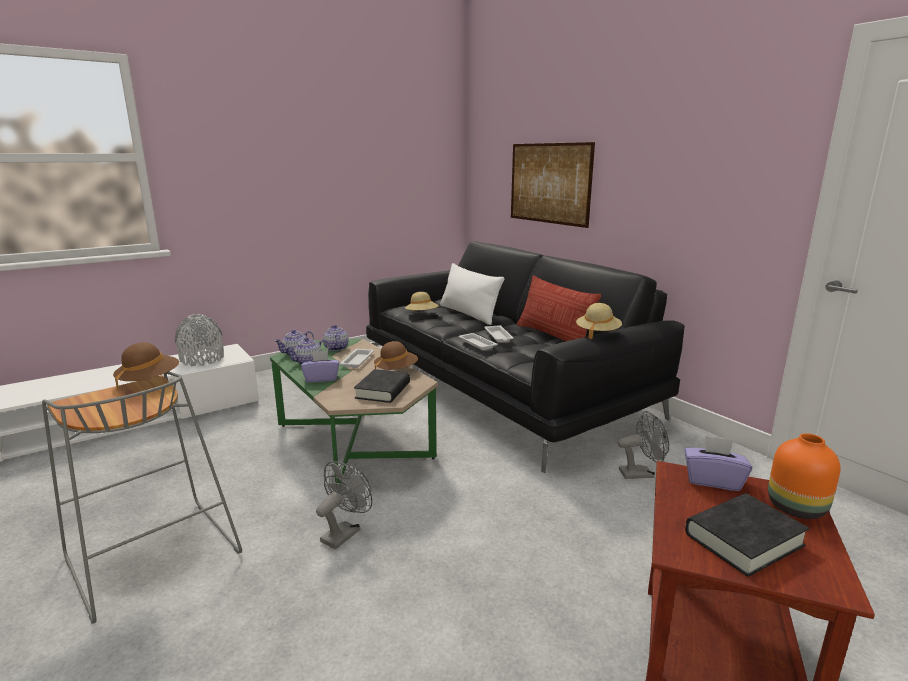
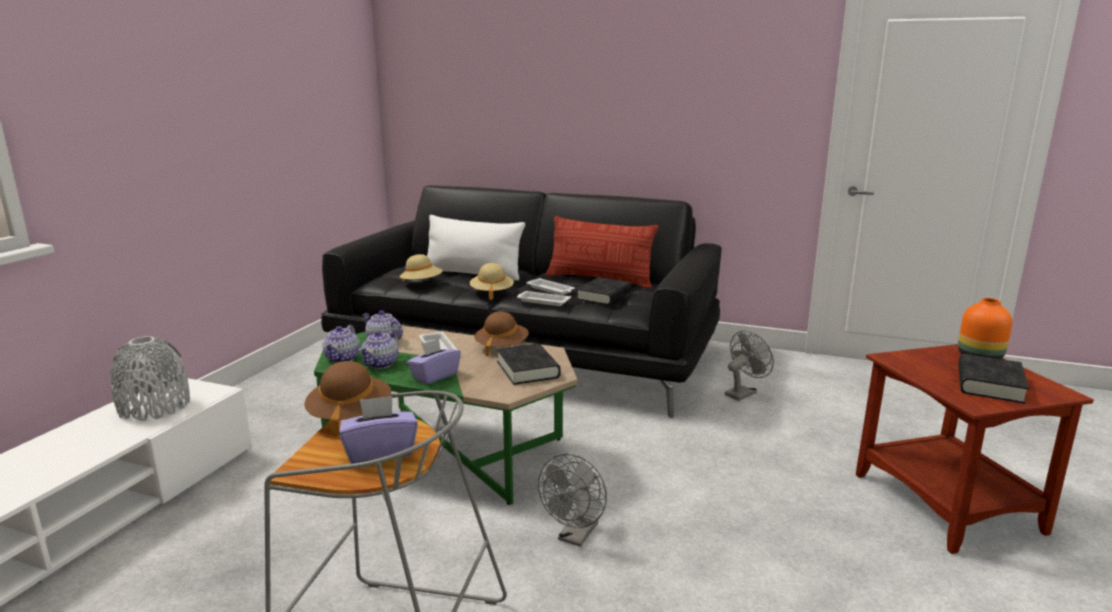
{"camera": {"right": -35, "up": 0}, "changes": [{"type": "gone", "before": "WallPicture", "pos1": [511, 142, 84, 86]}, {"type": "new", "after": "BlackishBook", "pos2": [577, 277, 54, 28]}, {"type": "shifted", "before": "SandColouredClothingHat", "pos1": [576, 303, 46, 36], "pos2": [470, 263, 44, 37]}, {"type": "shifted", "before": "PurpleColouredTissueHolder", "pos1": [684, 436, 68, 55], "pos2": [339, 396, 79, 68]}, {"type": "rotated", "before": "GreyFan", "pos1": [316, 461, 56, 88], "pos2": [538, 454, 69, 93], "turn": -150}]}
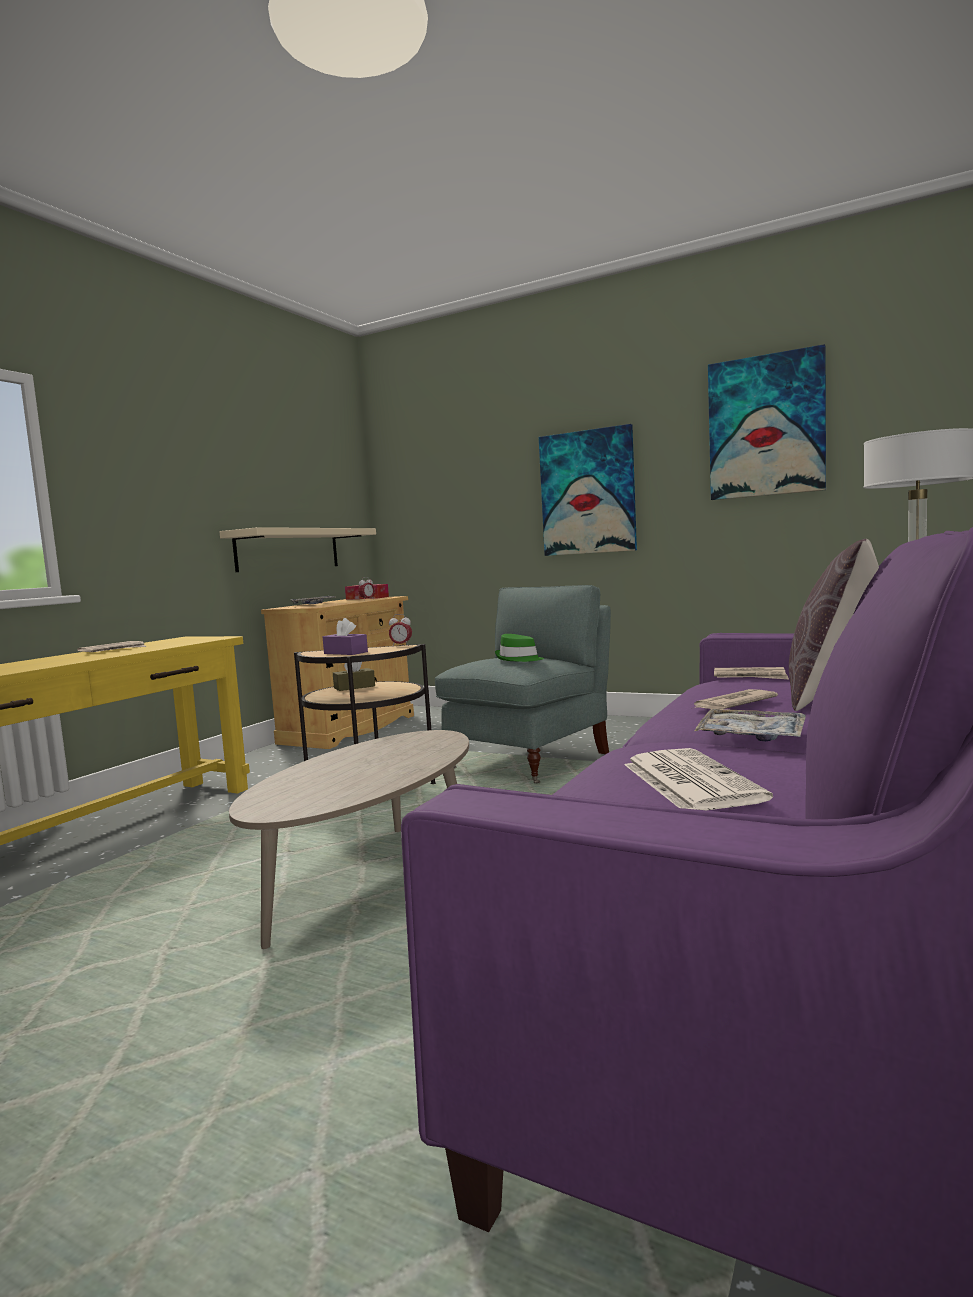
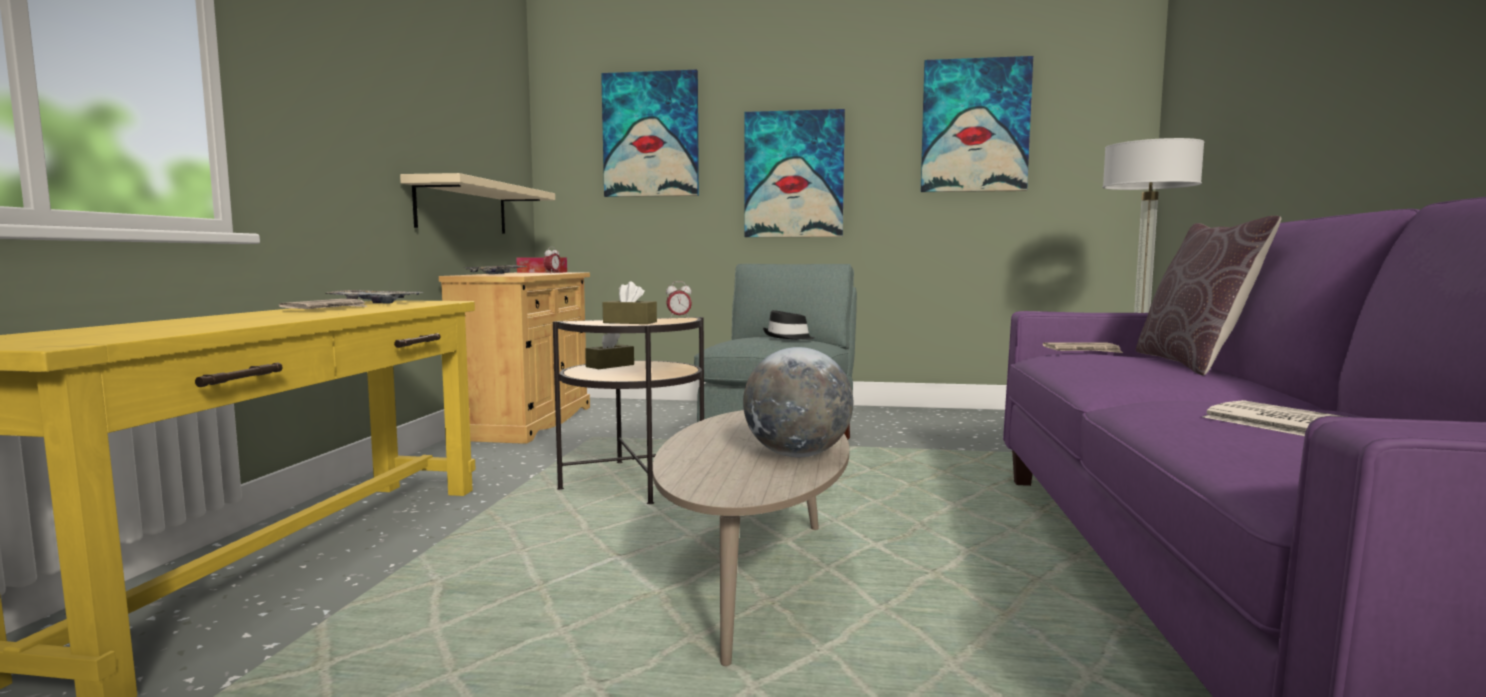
{"camera": {"right": -20, "up": 0}, "changes": [{"type": "gone", "before": "DailyPaper", "pos1": [691, 689, 87, 20]}, {"type": "new", "after": "WallPicture", "pos2": [601, 70, 98, 127]}, {"type": "new", "after": "DeskGlobe", "pos2": [743, 347, 110, 110]}, {"type": "shifted", "before": "CarryingTray", "pos1": [694, 709, 112, 32], "pos2": [322, 290, 102, 14]}, {"type": "repainted", "before": "PurpleColouredTissueHolder", "after": "BrownColouredTissueHolder", "pos1": [323, 618, 45, 37], "pos2": [603, 281, 54, 43]}, {"type": "repainted", "before": "GreenishClothingHat", "after": "BlackishClothingHat", "pos1": [495, 634, 49, 28], "pos2": [763, 310, 52, 30]}]}
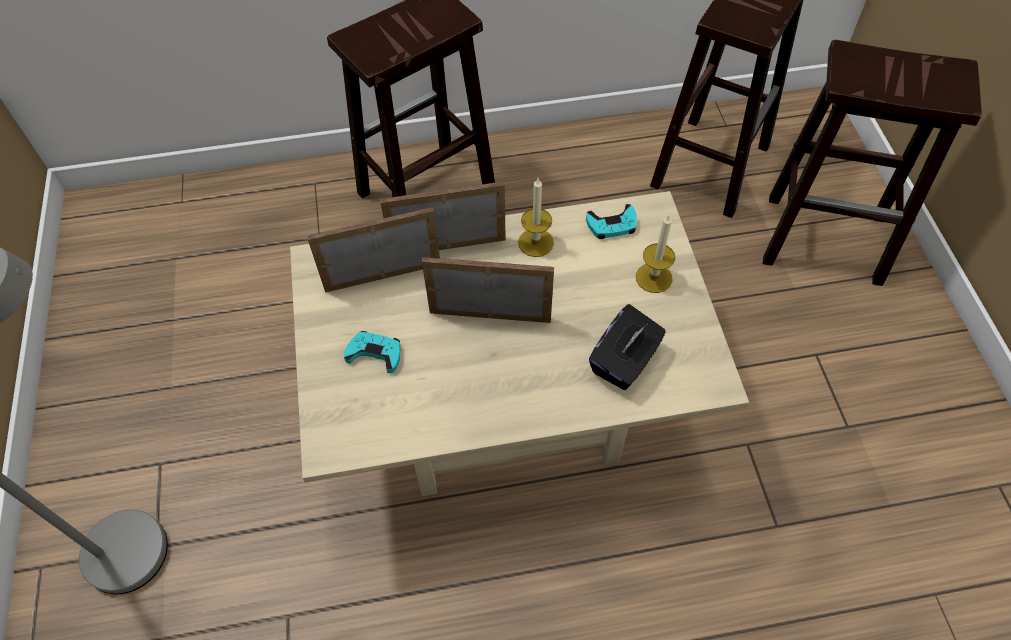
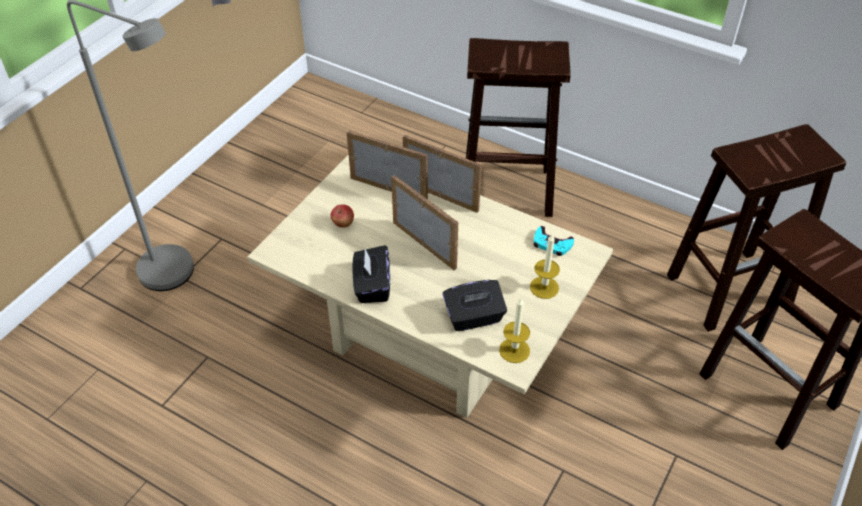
{"camera": {"right": 40, "up": -10}, "changes": [{"type": "new", "after": "BlackishTissueHolder", "pos2": [352, 245, 38, 58]}, {"type": "shifted", "before": "WaxCandle", "pos1": [518, 178, 36, 79], "pos2": [499, 297, 31, 66]}, {"type": "swapped", "before": "TurquoiseColouredGameController", "after": "Apple", "pos1": [344, 331, 56, 42], "pos2": [331, 204, 23, 23]}]}
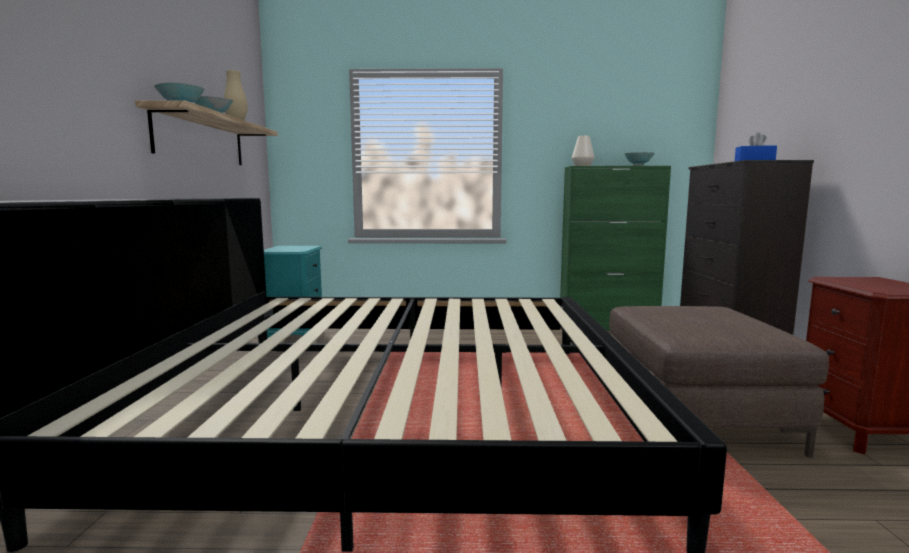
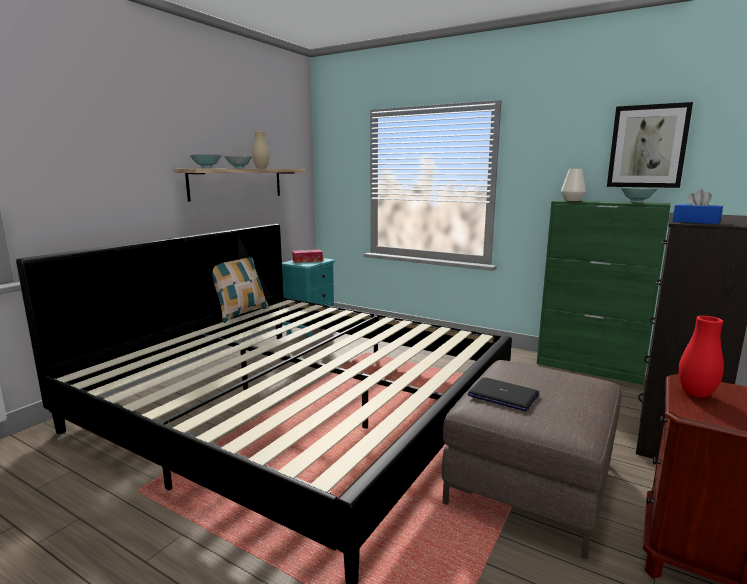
{"camera": {"right": 30, "up": 5}, "changes": [{"type": "new", "after": "Cushion", "pos2": [212, 257, 57, 66]}, {"type": "new", "after": "TissueHolder", "pos2": [292, 250, 31, 13]}, {"type": "new", "after": "Laptop", "pos2": [468, 377, 71, 35]}, {"type": "new", "after": "WallPicture", "pos2": [607, 102, 86, 86]}, {"type": "new", "after": "RedColouredVase", "pos2": [678, 316, 46, 82]}]}
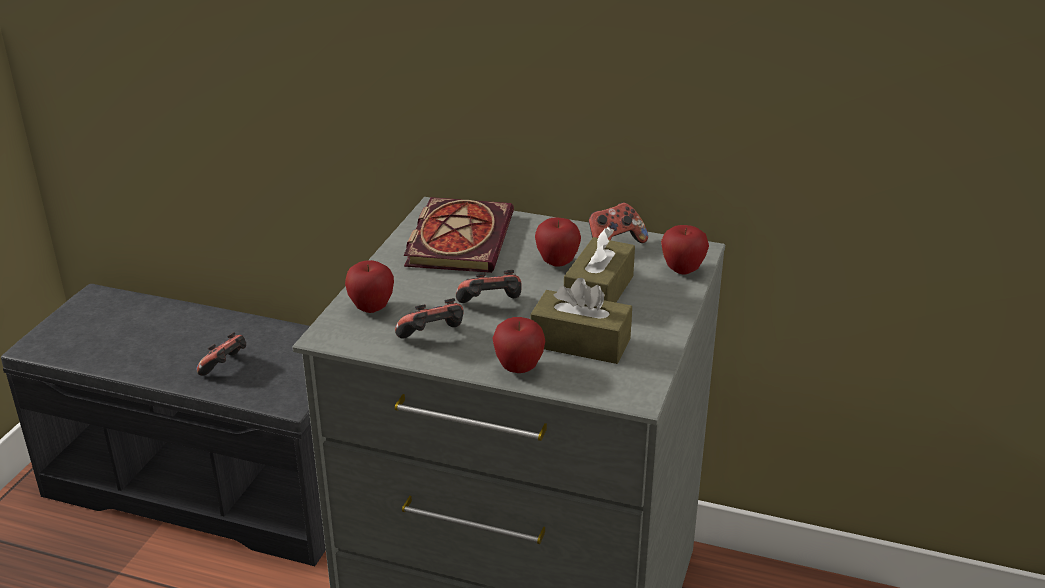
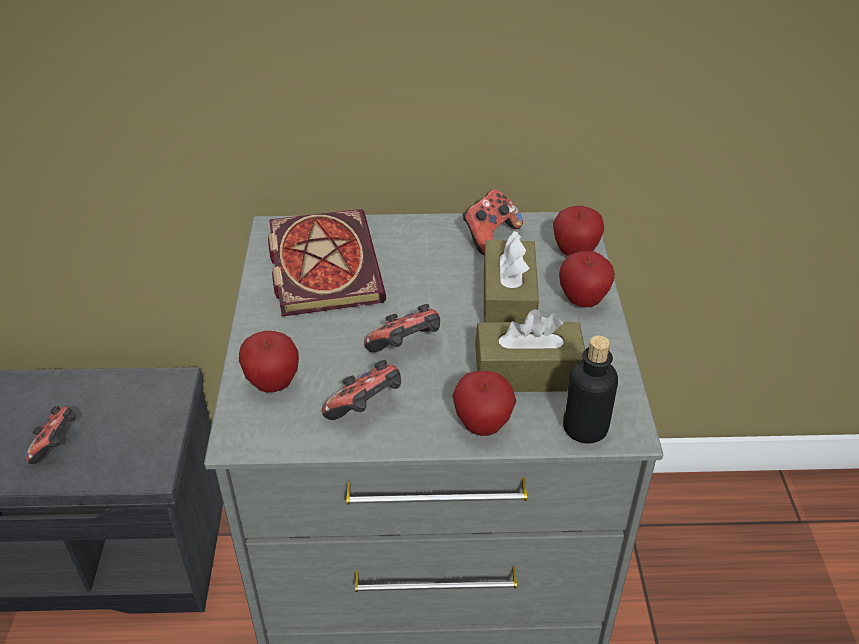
{"camera": {"right": -20, "up": 10}, "changes": [{"type": "new", "after": "Bottle", "pos2": [563, 335, 55, 109]}, {"type": "shifted", "before": "Apple", "pos1": [535, 217, 46, 50], "pos2": [559, 251, 56, 56]}]}
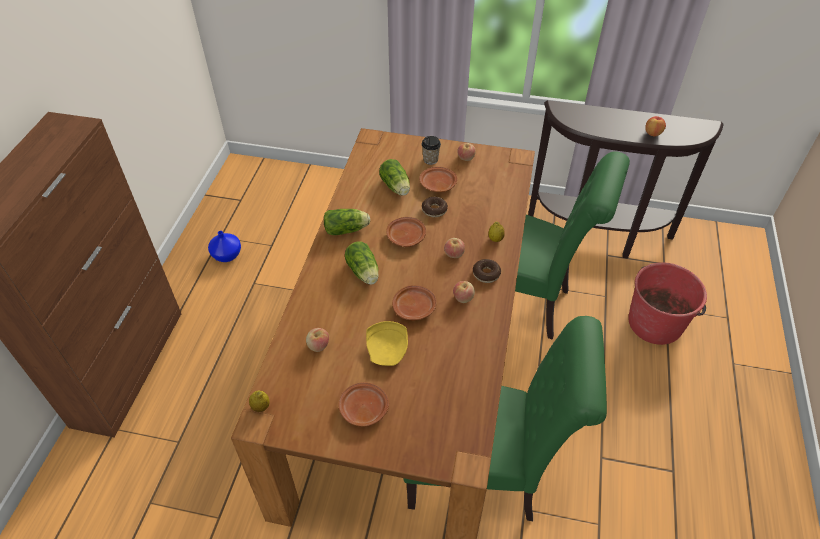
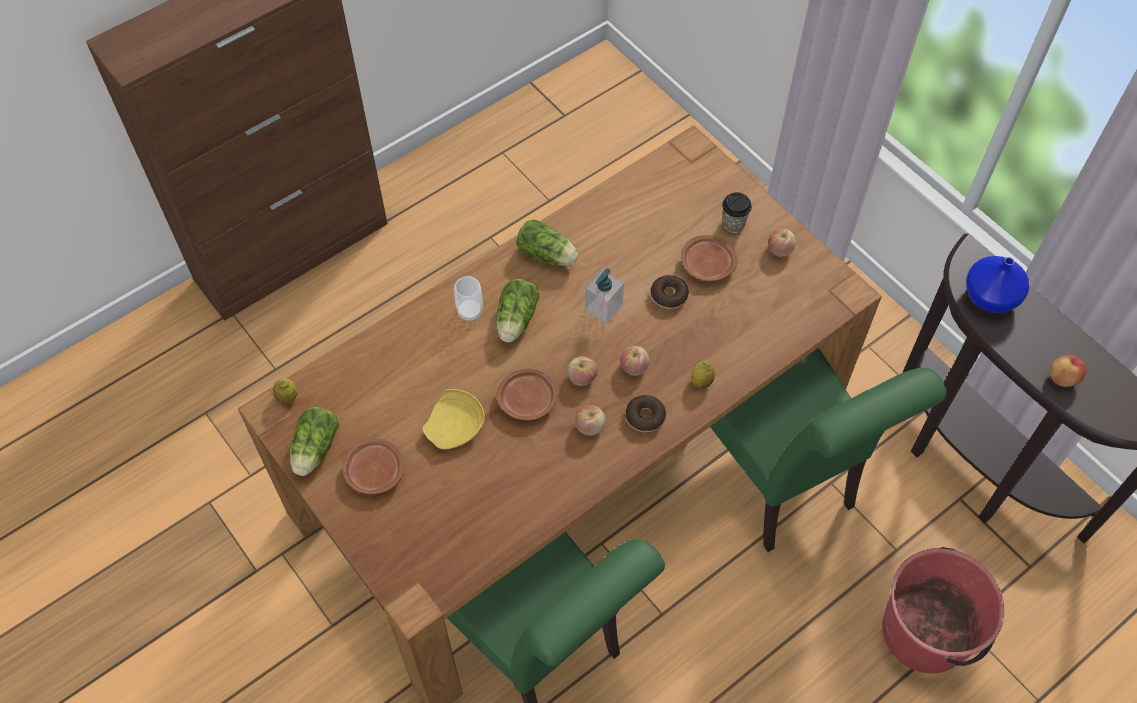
{"camera": {"right": 40, "up": 10}, "changes": [{"type": "new", "after": "DrinkingCup", "pos2": [454, 276, 29, 45]}, {"type": "shifted", "before": "BluishVase", "pos1": [208, 231, 33, 31], "pos2": [966, 256, 63, 57]}, {"type": "shifted", "before": "Apple", "pos1": [306, 328, 23, 24], "pos2": [568, 356, 30, 30]}, {"type": "shifted", "before": "LettuceHead", "pos1": [379, 159, 31, 37], "pos2": [290, 407, 49, 69]}, {"type": "swapped", "before": "BrownColouredDinnerPlate", "after": "SoapDispenser", "pos1": [386, 217, 40, 30], "pos2": [585, 268, 39, 56]}]}
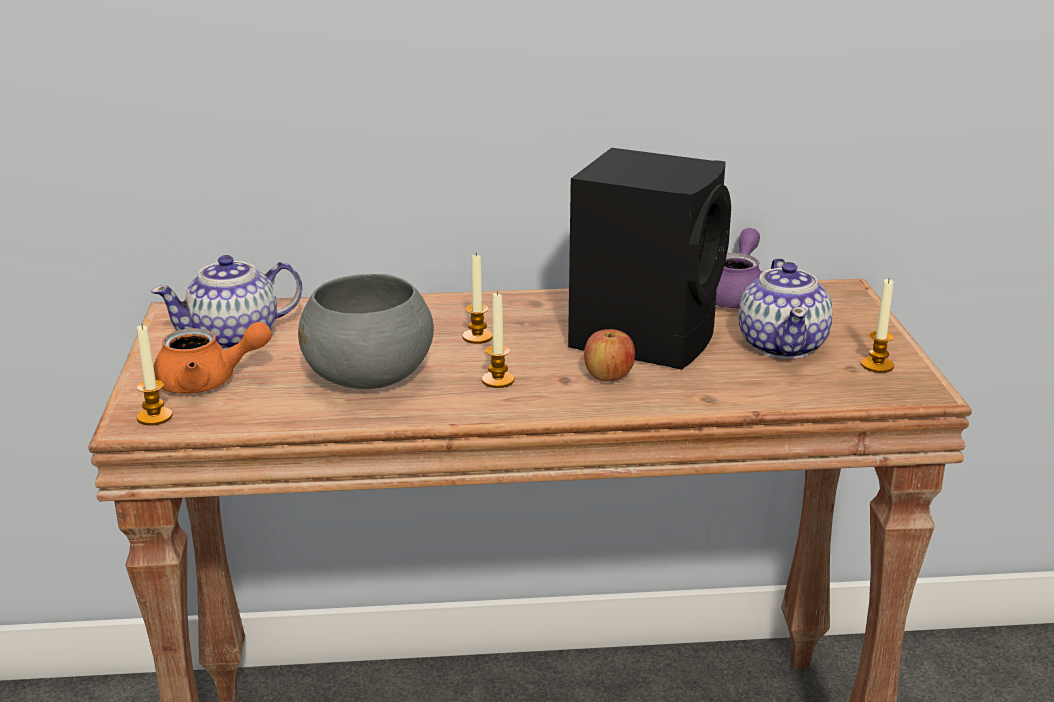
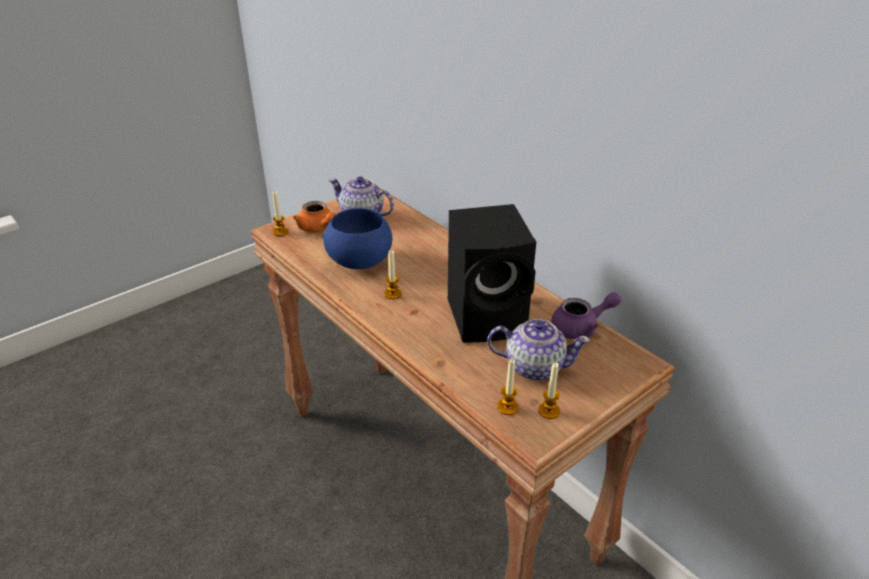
{"camera": {"right": 55, "up": 10}, "changes": [{"type": "gone", "before": "Apple", "pos1": [584, 329, 51, 52]}, {"type": "shifted", "before": "WaxCandle", "pos1": [462, 253, 30, 91], "pos2": [497, 359, 22, 56]}, {"type": "repainted", "before": "GreyDeepDish", "after": "BluishDeepDish", "pos1": [298, 274, 136, 115], "pos2": [323, 208, 70, 61]}, {"type": "rotated", "before": "TeaPot", "pos1": [739, 258, 94, 101], "pos2": [487, 319, 103, 62], "turn": -135}]}
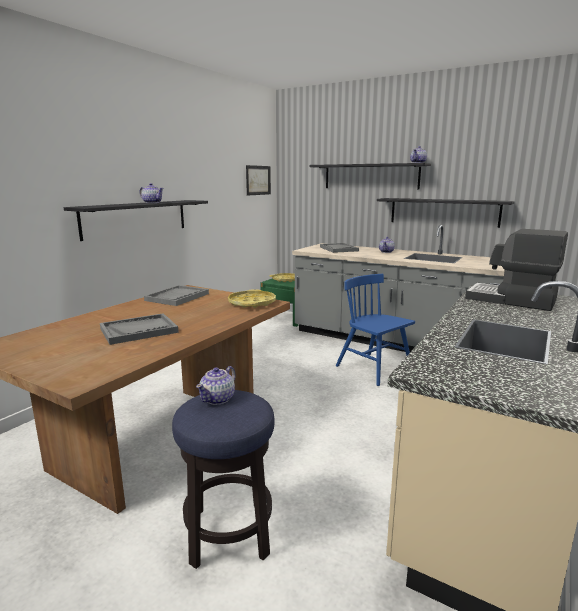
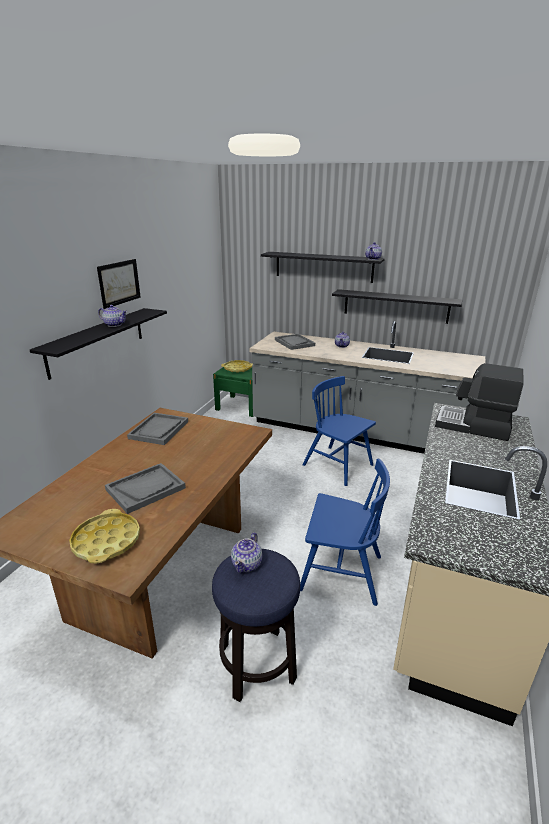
{"camera": {"right": -10, "up": 10}, "changes": [{"type": "new", "after": "BluishUprightChair", "pos2": [300, 459, 90, 147]}, {"type": "shifted", "before": "YellowCarryingTray", "pos1": [228, 289, 48, 19], "pos2": [69, 509, 71, 54]}, {"type": "shifted", "before": "WallPicture", "pos1": [246, 165, 25, 31], "pos2": [97, 259, 44, 50]}]}
